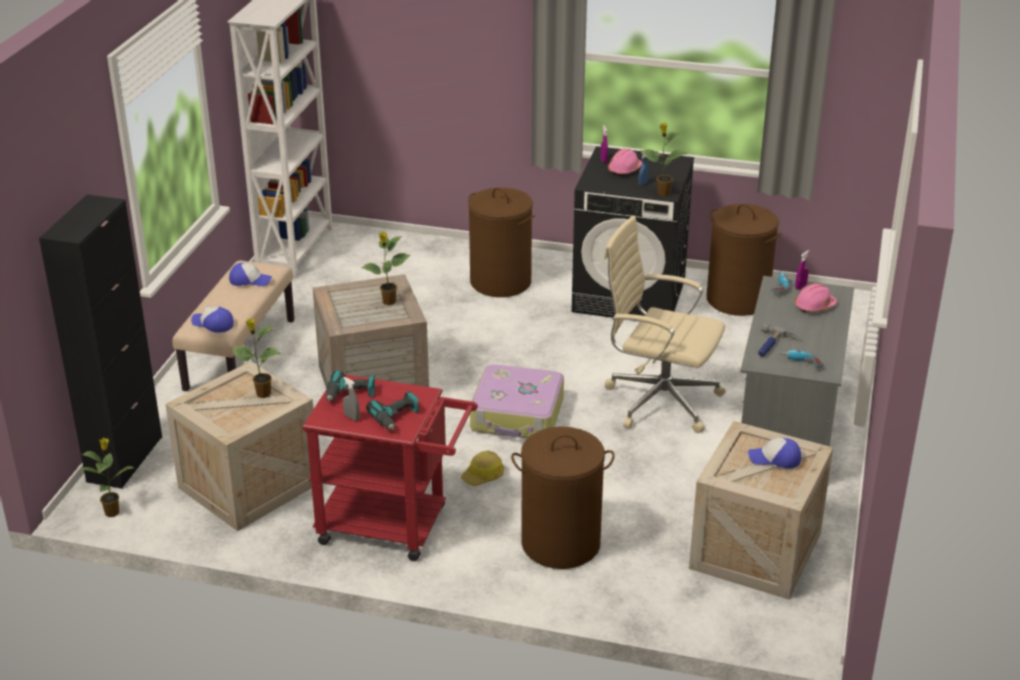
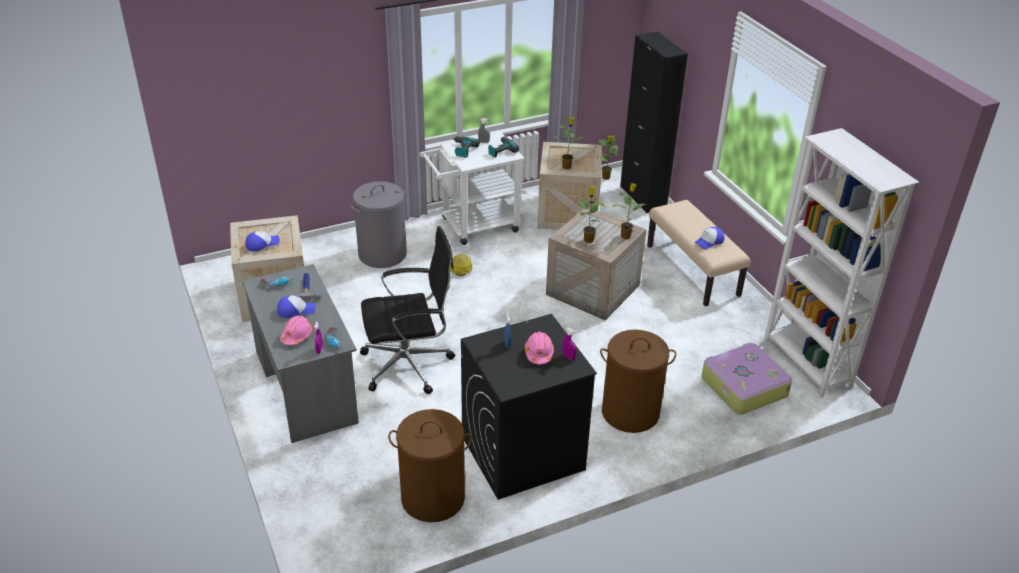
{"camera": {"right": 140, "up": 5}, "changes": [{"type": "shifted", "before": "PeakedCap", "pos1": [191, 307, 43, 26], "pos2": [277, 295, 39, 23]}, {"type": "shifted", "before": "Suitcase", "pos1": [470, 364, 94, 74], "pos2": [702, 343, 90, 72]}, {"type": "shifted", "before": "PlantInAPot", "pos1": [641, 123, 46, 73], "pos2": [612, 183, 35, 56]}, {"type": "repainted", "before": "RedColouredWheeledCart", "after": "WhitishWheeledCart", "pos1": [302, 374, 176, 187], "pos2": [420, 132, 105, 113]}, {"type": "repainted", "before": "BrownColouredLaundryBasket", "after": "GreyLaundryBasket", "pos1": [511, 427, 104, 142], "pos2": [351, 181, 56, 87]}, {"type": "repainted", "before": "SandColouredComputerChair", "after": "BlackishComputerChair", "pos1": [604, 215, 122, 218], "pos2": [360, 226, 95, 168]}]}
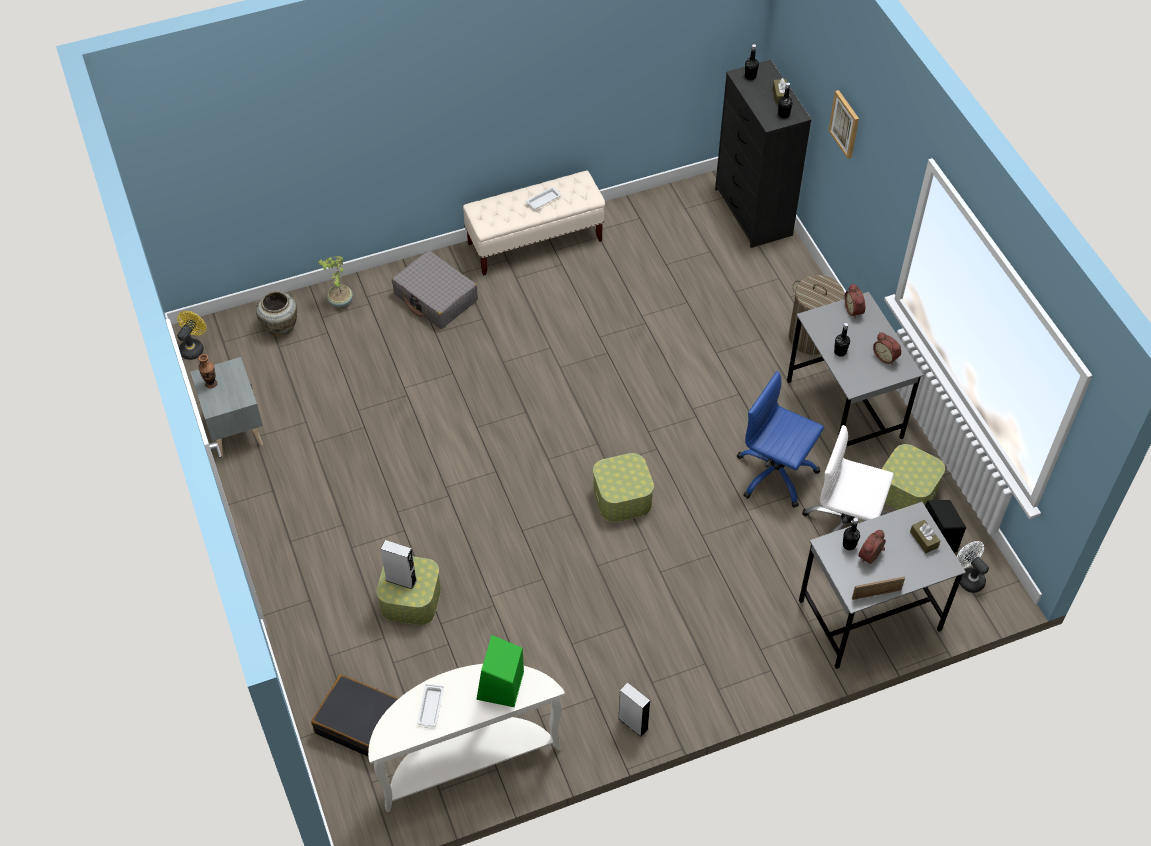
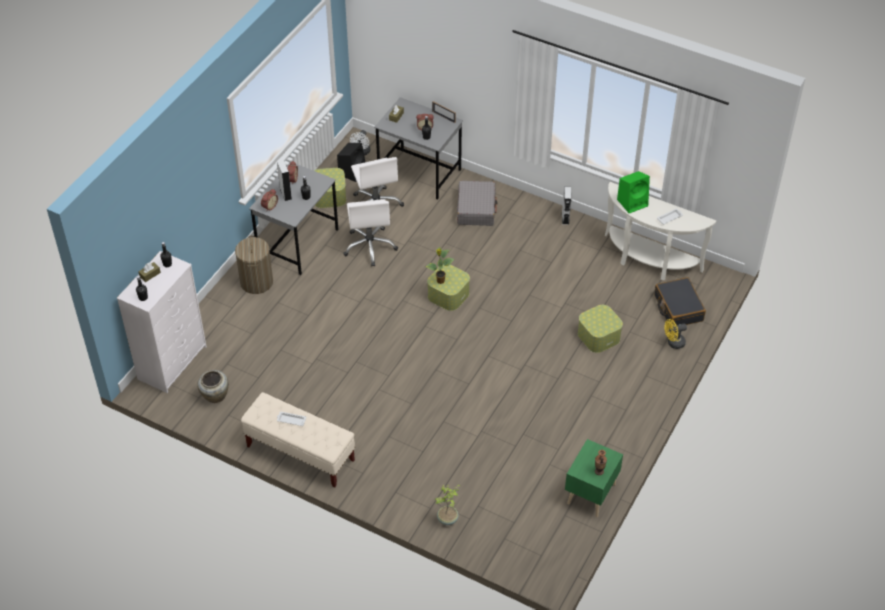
{"camera": {"right": -130, "up": -5}, "changes": [{"type": "gone", "before": "WallPicture", "pos1": [828, 90, 31, 69]}, {"type": "new", "after": "PlantInAPot", "pos2": [425, 247, 29, 37]}, {"type": "shifted", "before": "YellowFan", "pos1": [177, 311, 30, 49], "pos2": [664, 319, 23, 30]}, {"type": "shifted", "before": "SandColouredVase", "pos1": [256, 291, 41, 45], "pos2": [197, 370, 32, 33]}, {"type": "shifted", "before": "GreyLoudspeaker", "pos1": [380, 540, 37, 49], "pos2": [277, 160, 15, 41]}, {"type": "shifted", "before": "GreySuitcase", "pos1": [392, 250, 86, 79], "pos2": [457, 181, 41, 45]}, {"type": "repainted", "before": "GreyNightTable", "after": "GreenishNightTable", "pos1": [190, 357, 73, 101], "pos2": [565, 439, 58, 78]}, {"type": "repainted", "before": "BlackishDresser", "after": "WhitishDresser", "pos1": [715, 60, 97, 188], "pos2": [117, 251, 90, 142]}, {"type": "repainted", "before": "BluishComputerChair", "after": "WhitishComputerChair", "pos1": [737, 371, 87, 137], "pos2": [343, 199, 55, 67]}]}
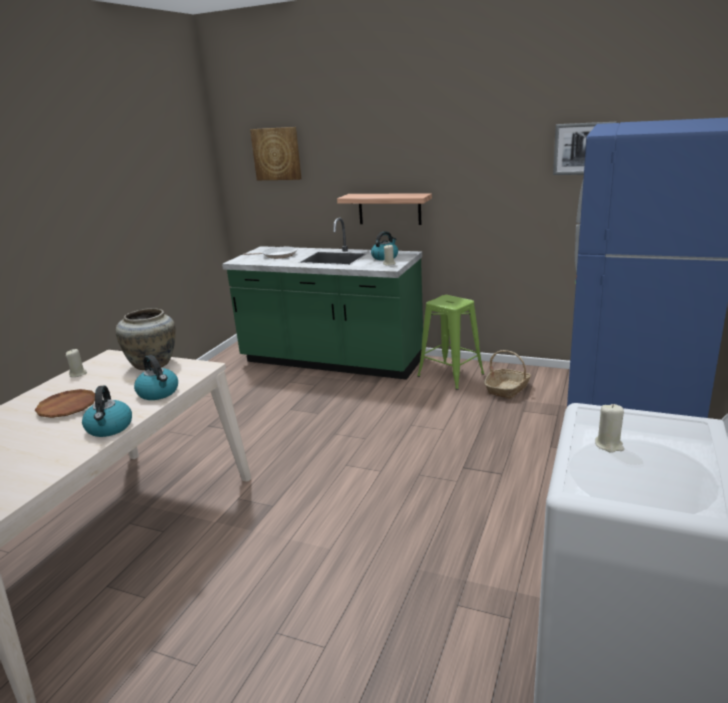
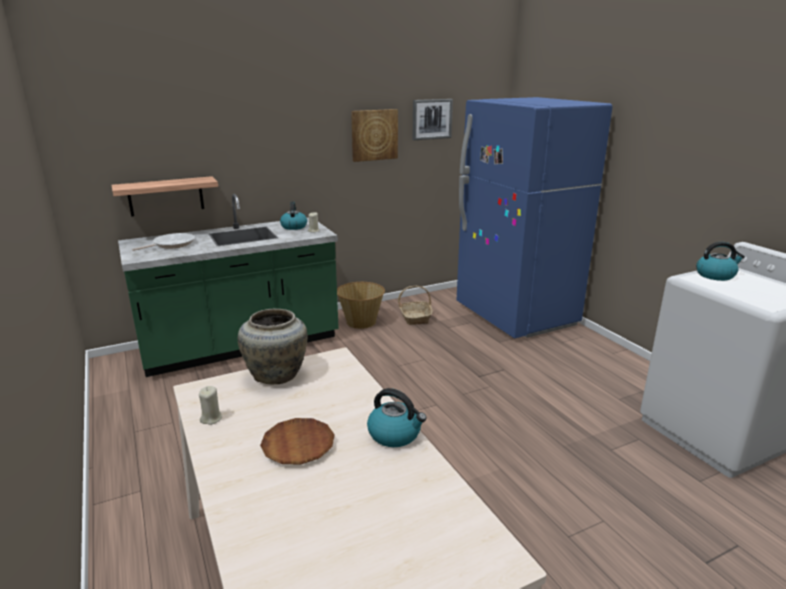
{"camera": {"right": -50, "up": 0}, "changes": [{"type": "gone", "before": "SandColouredWaxCandle", "pos1": [595, 404, 29, 49]}, {"type": "shifted", "before": "Kettle", "pos1": [134, 355, 44, 45], "pos2": [696, 242, 49, 39]}, {"type": "shifted", "before": "WallPicture", "pos1": [250, 127, 52, 53], "pos2": [351, 109, 47, 53]}, {"type": "shifted", "before": "WallShelf", "pos1": [337, 193, 95, 32], "pos2": [112, 176, 106, 41]}, {"type": "swapped", "before": "GreenishSittingStool", "after": "Basket", "pos1": [417, 295, 67, 95], "pos2": [337, 282, 48, 47]}]}
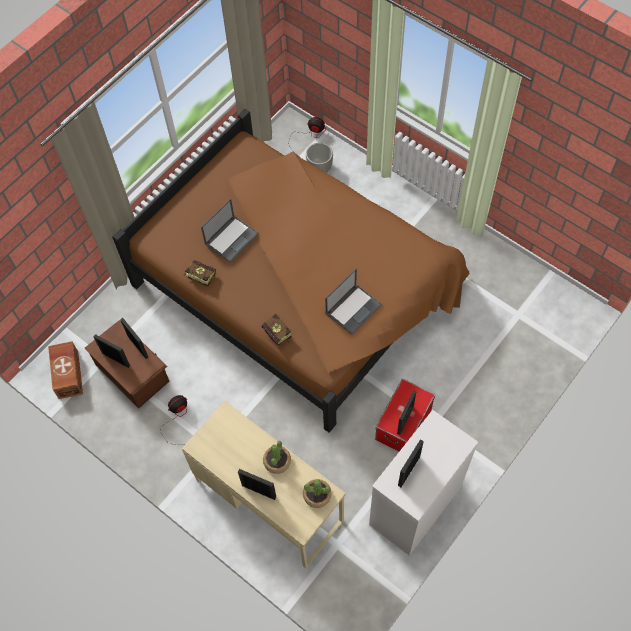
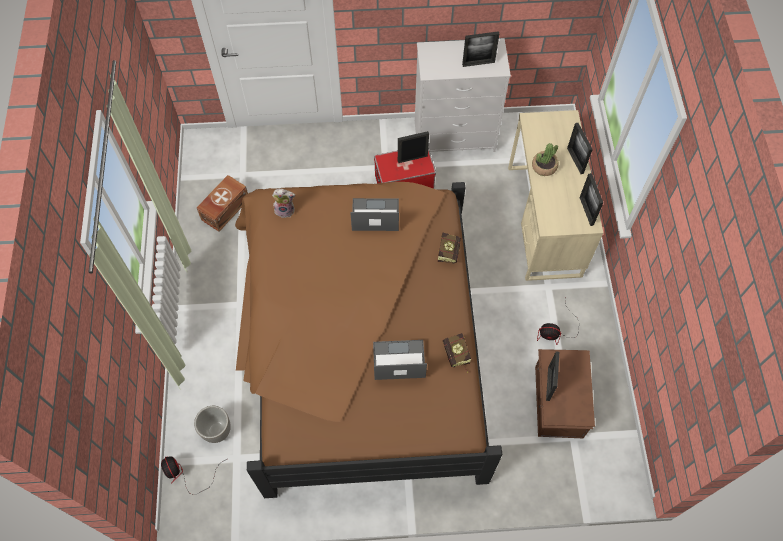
{"camera": {"right": -135, "up": 0}, "changes": [{"type": "gone", "before": "PlantInAPot", "pos1": [303, 479, 29, 29]}, {"type": "new", "after": "PlushToy", "pos2": [272, 189, 23, 29]}, {"type": "shifted", "before": "BrownColouredStorageContainer", "pos1": [48, 341, 35, 58], "pos2": [197, 175, 51, 57]}, {"type": "shifted", "before": "PhotoFrame", "pos1": [93, 334, 37, 34], "pos2": [579, 173, 24, 53]}]}
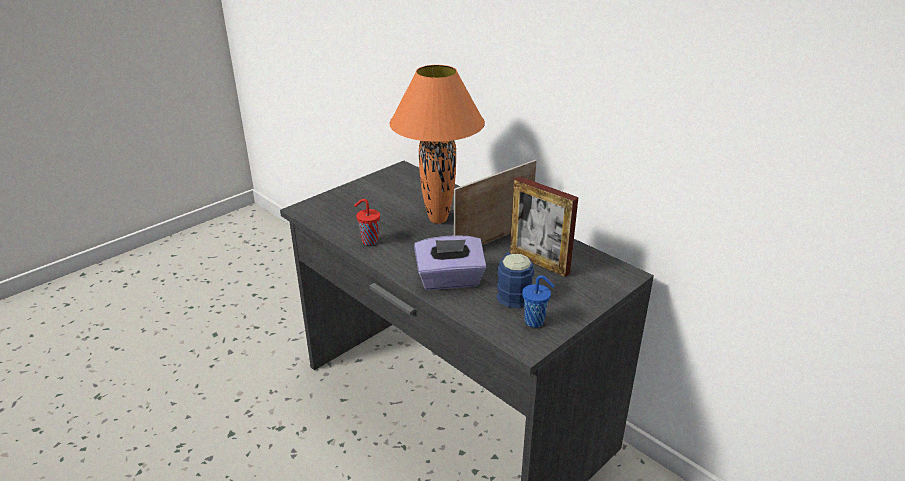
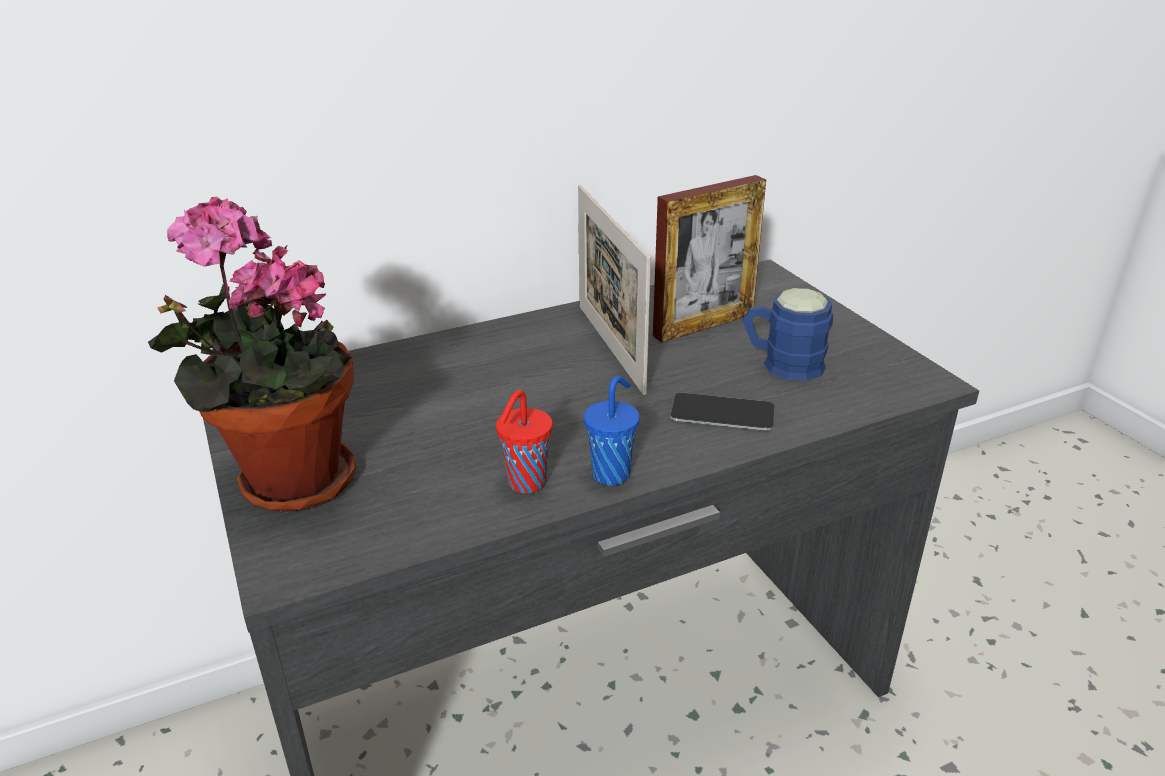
{"camera": {"right": -70, "up": 0}, "changes": [{"type": "gone", "before": "OrangeTableLamp", "pos1": [389, 65, 96, 159]}, {"type": "new", "after": "PlantInAPot", "pos2": [148, 197, 208, 315]}, {"type": "shifted", "before": "BluishDrinkingCup", "pos1": [522, 275, 33, 53], "pos2": [584, 376, 56, 109]}, {"type": "swapped", "before": "PurpleColouredTissueHolder", "after": "Phone", "pos1": [414, 235, 72, 55], "pos2": [670, 393, 104, 38]}]}
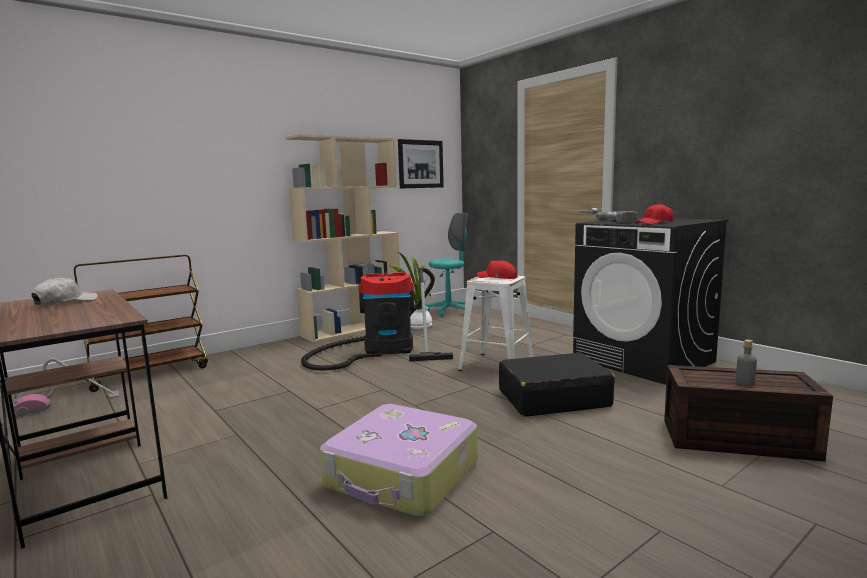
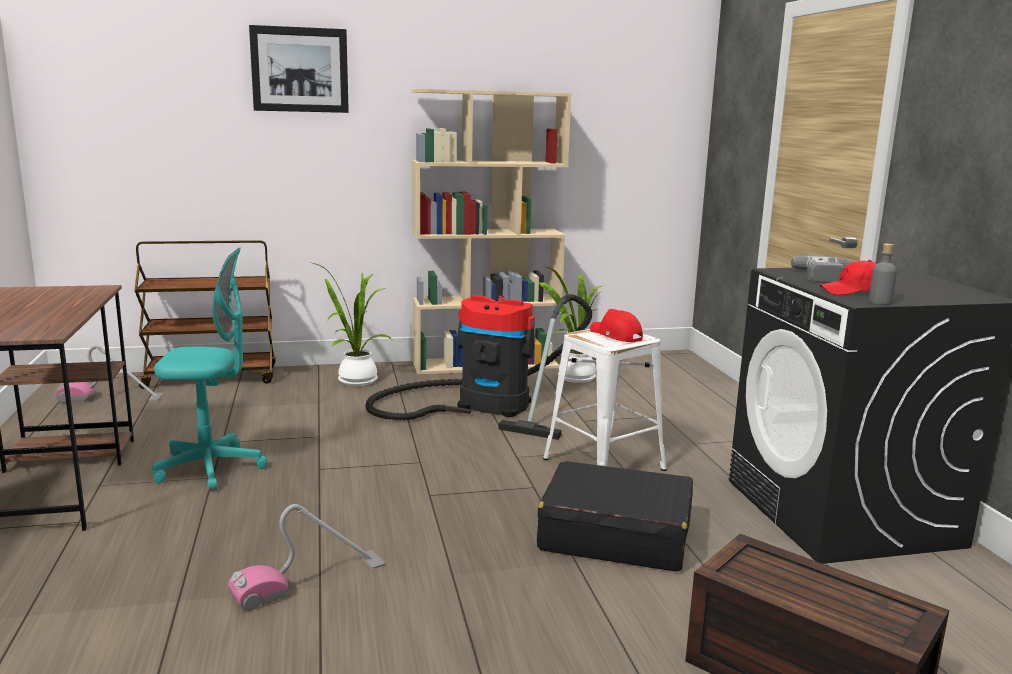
{"camera": {"right": 25, "up": 5}, "changes": [{"type": "gone", "before": "WhitishPeakedCap", "pos1": [31, 277, 67, 28]}, {"type": "new", "after": "PlantInAPot", "pos2": [313, 263, 79, 123]}, {"type": "shifted", "before": "WallPicture", "pos1": [398, 139, 46, 50], "pos2": [249, 25, 100, 88]}, {"type": "shifted", "before": "TurquoiseColouredComputerChair", "pos1": [426, 213, 42, 104], "pos2": [152, 248, 115, 243]}, {"type": "shifted", "before": "GreyBottle", "pos1": [736, 340, 21, 46], "pos2": [868, 244, 29, 61]}, {"type": "swapped", "before": "Suitcase", "after": "Hoover", "pos1": [320, 404, 158, 113], "pos2": [228, 504, 157, 107]}]}
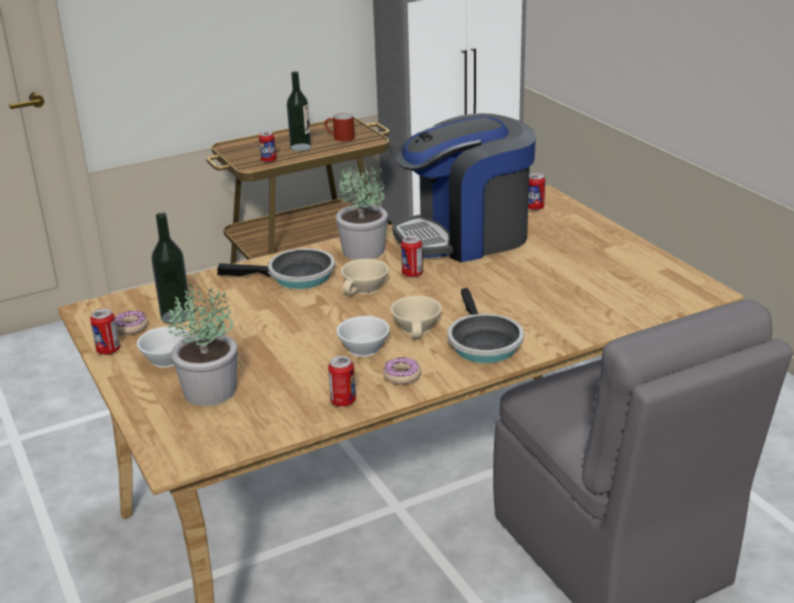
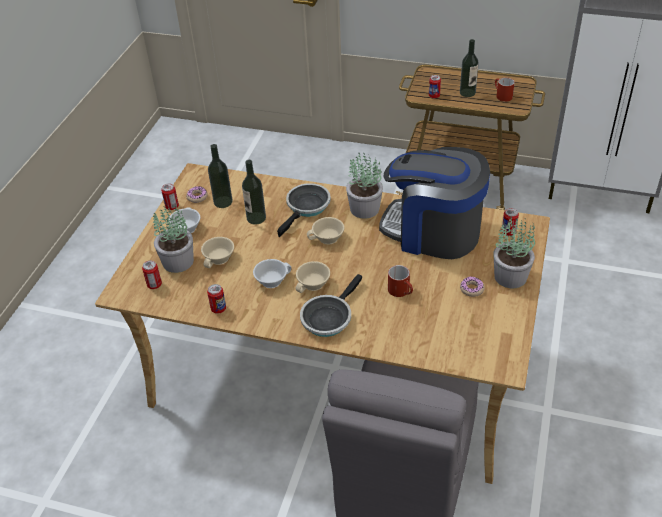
{"camera": {"right": 45, "up": 15}, "changes": [{"type": "new", "after": "SandColouredDrinkingCup", "pos2": [201, 237, 33, 31]}, {"type": "new", "after": "Bottle", "pos2": [242, 160, 24, 65]}, {"type": "new", "after": "RedColouredTeaMug", "pos2": [388, 265, 25, 32]}, {"type": "new", "after": "PlantInAPot", "pos2": [493, 217, 42, 71]}, {"type": "shifted", "before": "RingDoughnut", "pos1": [383, 357, 38, 27], "pos2": [460, 277, 25, 20]}, {"type": "shifted", "before": "MetalCan", "pos1": [401, 235, 22, 42], "pos2": [142, 260, 20, 29]}, {"type": "rotated", "before": "FryingPan", "pos1": [217, 248, 118, 41], "pos2": [277, 183, 54, 54], "turn": -105}]}
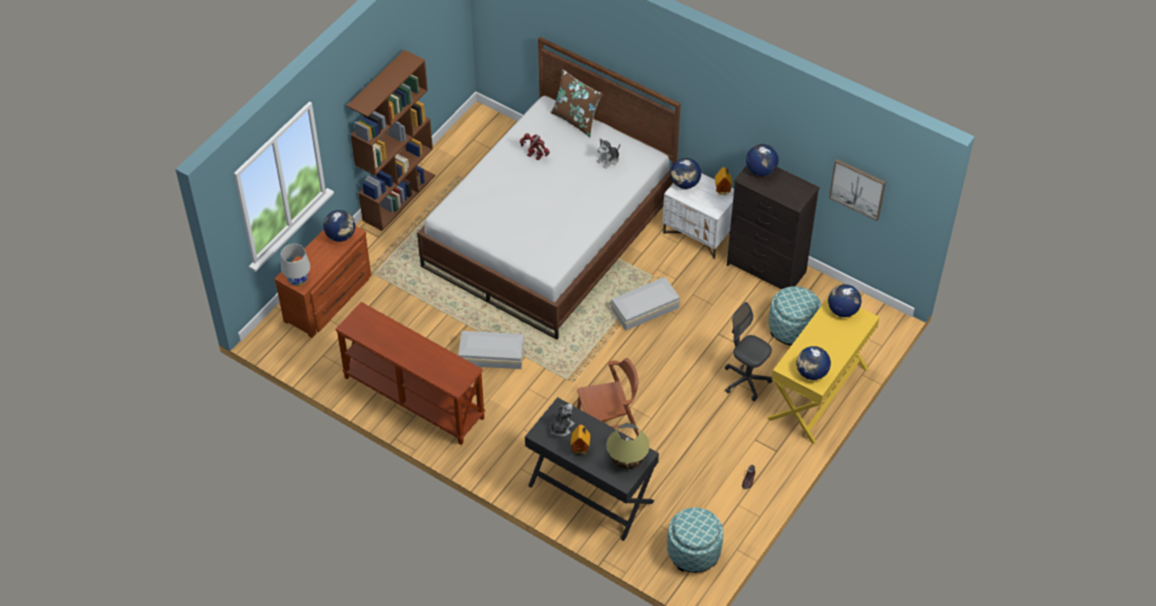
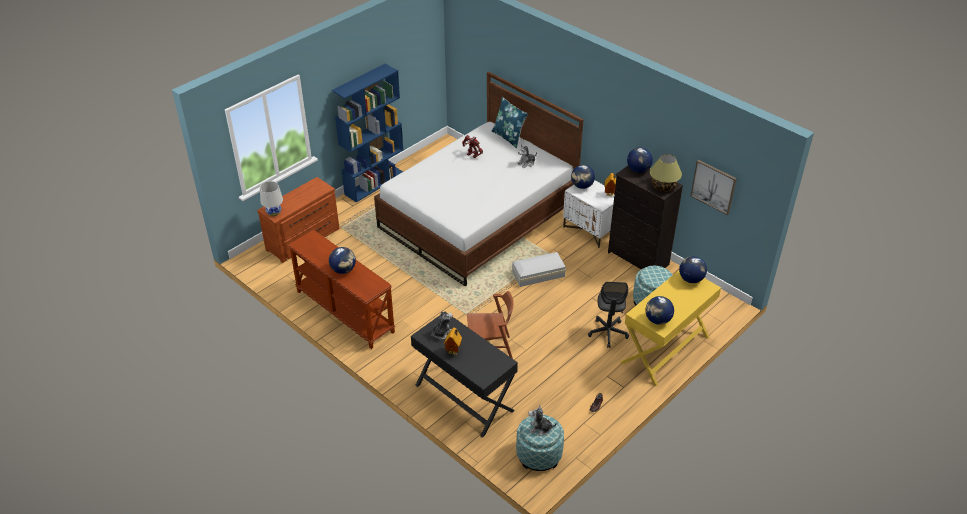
{"camera": {"right": 10, "up": -10}, "changes": [{"type": "gone", "before": "WhitishStorageContainer", "pos1": [458, 331, 66, 38]}, {"type": "new", "after": "PlushToy", "pos2": [528, 404, 29, 32]}, {"type": "shifted", "before": "DeskGlobe", "pos1": [323, 210, 32, 32], "pos2": [329, 247, 27, 27]}, {"type": "shifted", "before": "TableLamp", "pos1": [607, 423, 43, 46], "pos2": [650, 154, 32, 38]}, {"type": "repainted", "before": "BrownColouredShelvingUnit", "after": "BluishShelvingUnit", "pos1": [347, 50, 88, 181], "pos2": [332, 64, 71, 138]}, {"type": "repainted", "before": "BrownColouredCushion", "after": "BluishCushion", "pos1": [551, 69, 52, 68], "pos2": [491, 97, 37, 52]}, {"type": "rotated", "before": "GreyComputerChair", "pos1": [725, 302, 48, 99], "pos2": [588, 282, 41, 66], "turn": -135}]}
